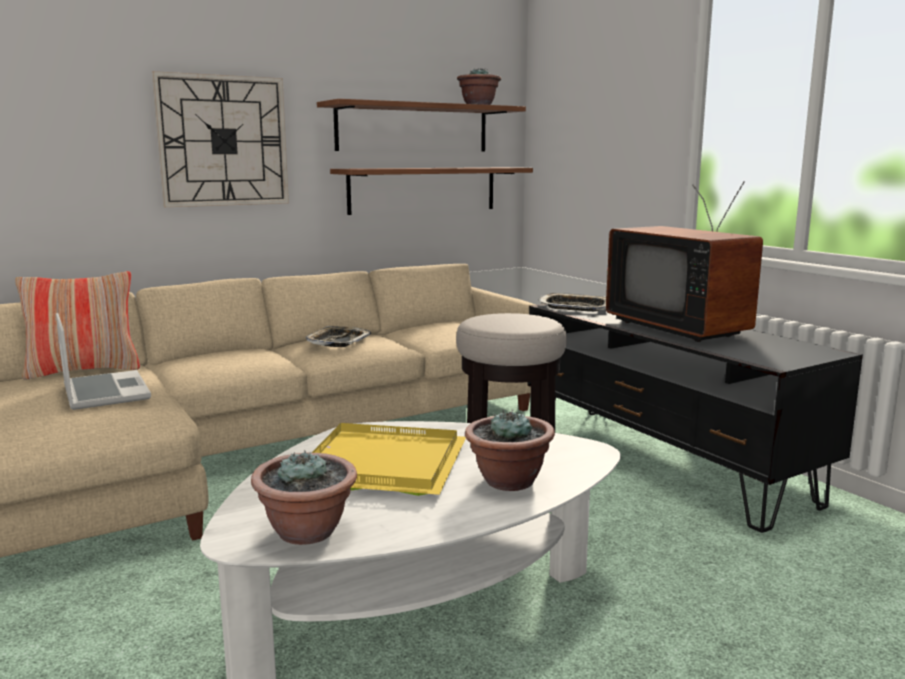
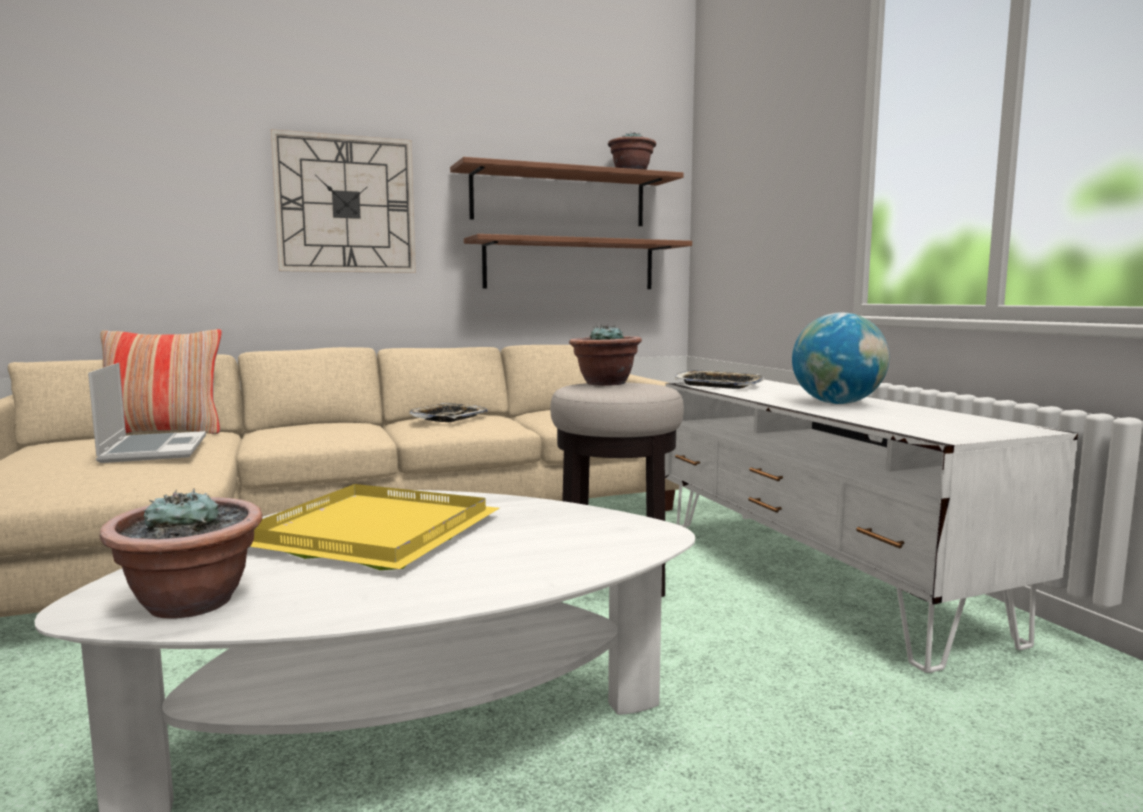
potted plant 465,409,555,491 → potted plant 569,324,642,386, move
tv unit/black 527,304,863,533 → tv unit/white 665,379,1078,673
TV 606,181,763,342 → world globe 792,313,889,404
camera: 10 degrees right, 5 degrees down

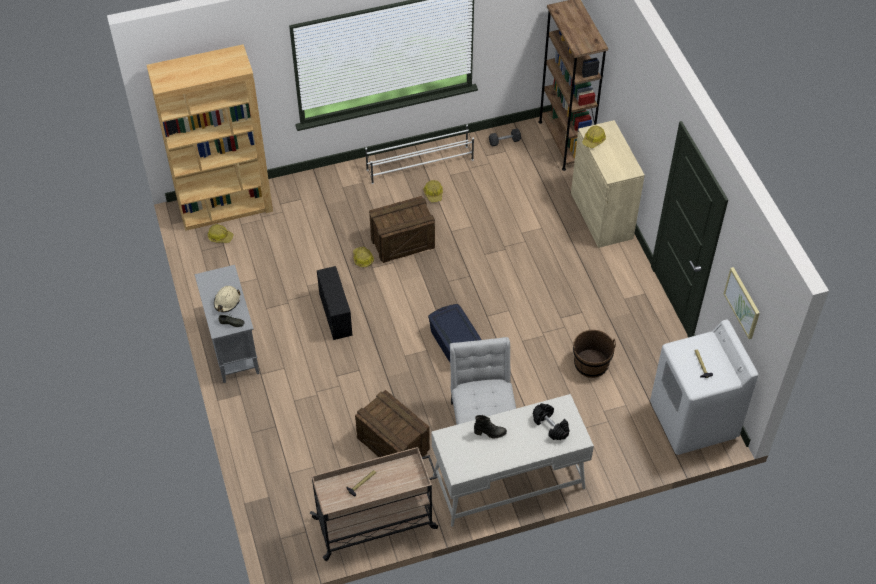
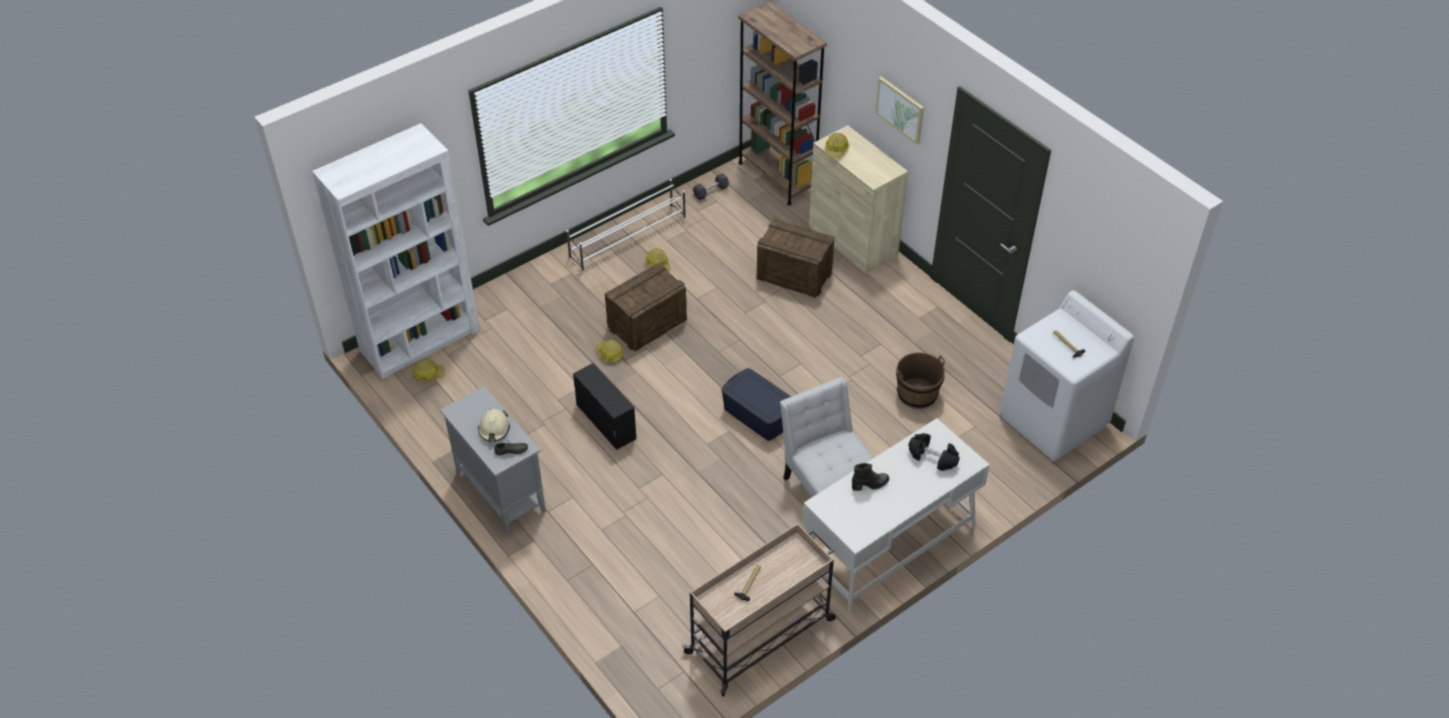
shelving unit/brown-coloured 147,44,273,231 → shelving unit/white 312,123,480,379
shipping crate 355,390,430,457 → shipping crate 757,219,834,298, move
picture 724,267,760,339 → picture 875,77,924,144, move
camera: 20 degrees left, 5 degrees down

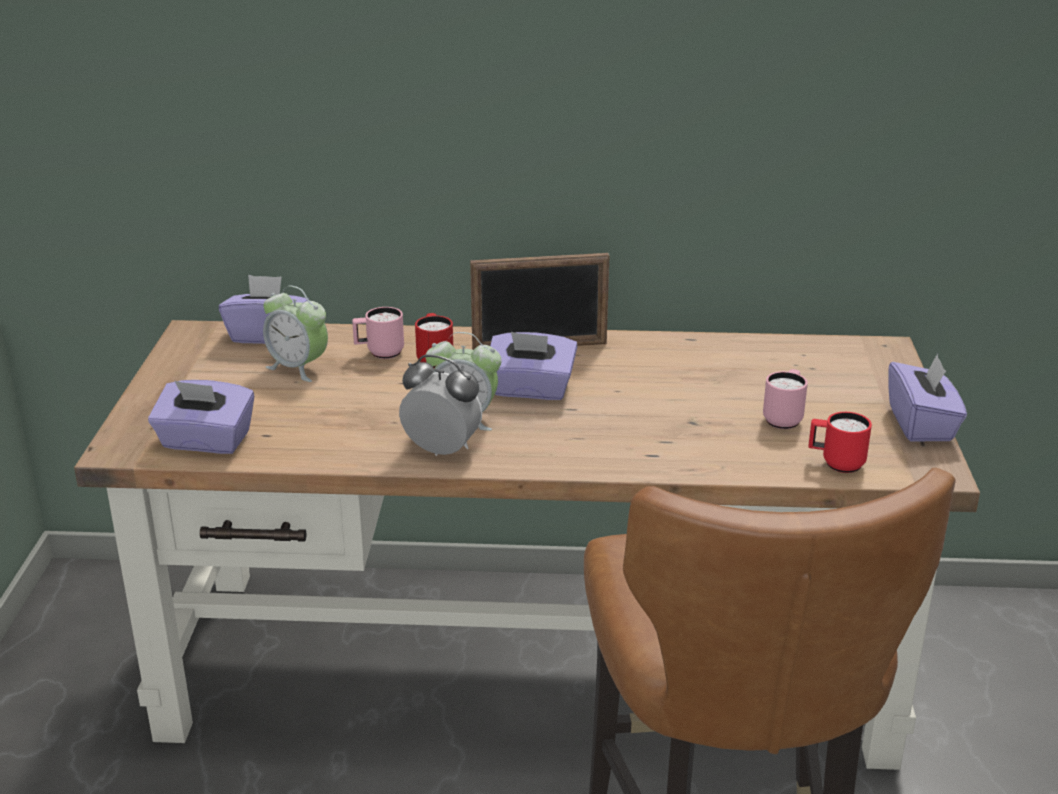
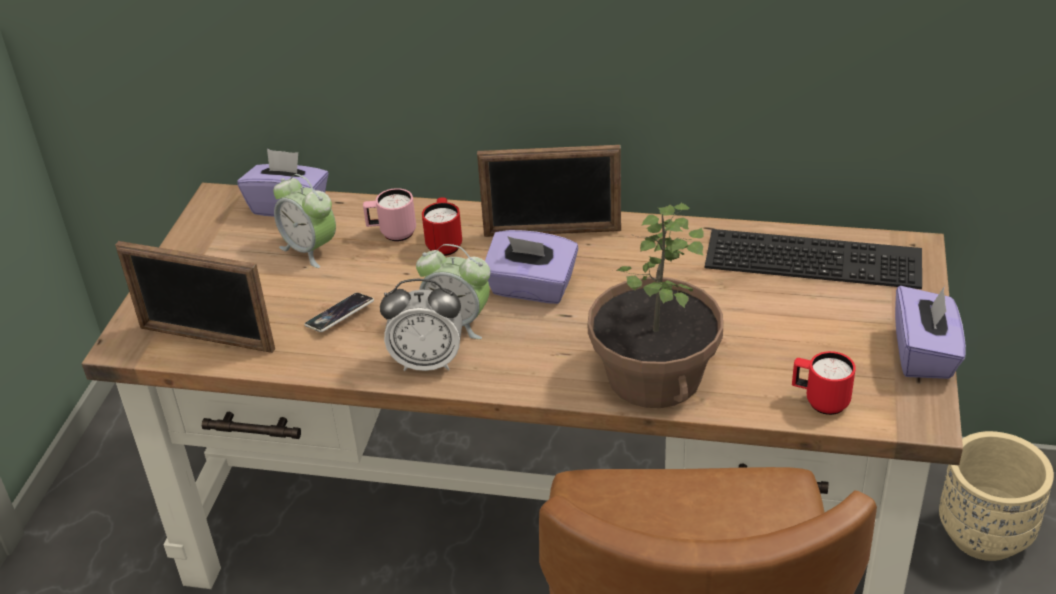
tissue box/purple 148,380,254,454 → picture frame 115,241,275,353
table clock 399,355,482,456 → table clock 380,279,462,371, 150 degrees clockwise
tea mug/pink-coloured 763,369,808,429 → -
- → phone 304,293,374,332
- → potted plant 588,203,723,408
- → keyboard 705,229,922,289
- → flower pot/sand-coloured 939,431,1054,561
camera: 10 degrees right, 10 degrees up

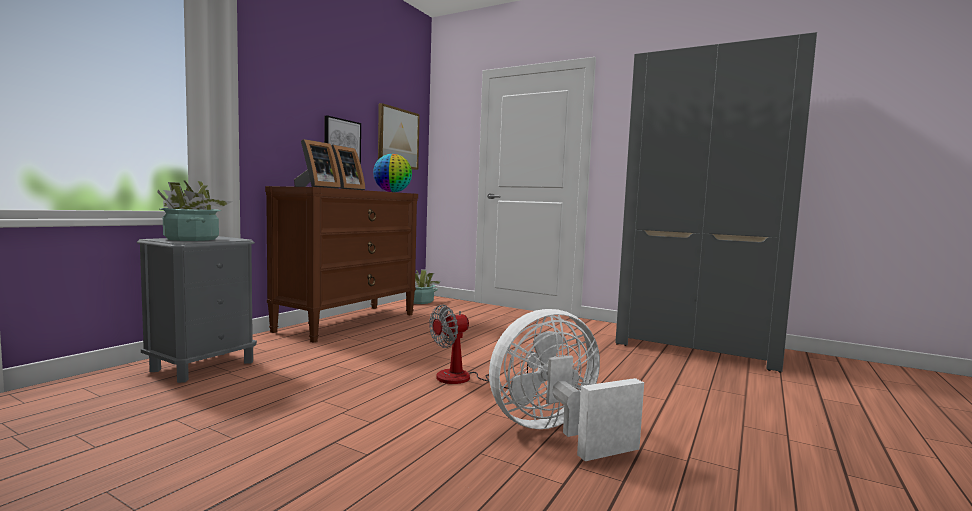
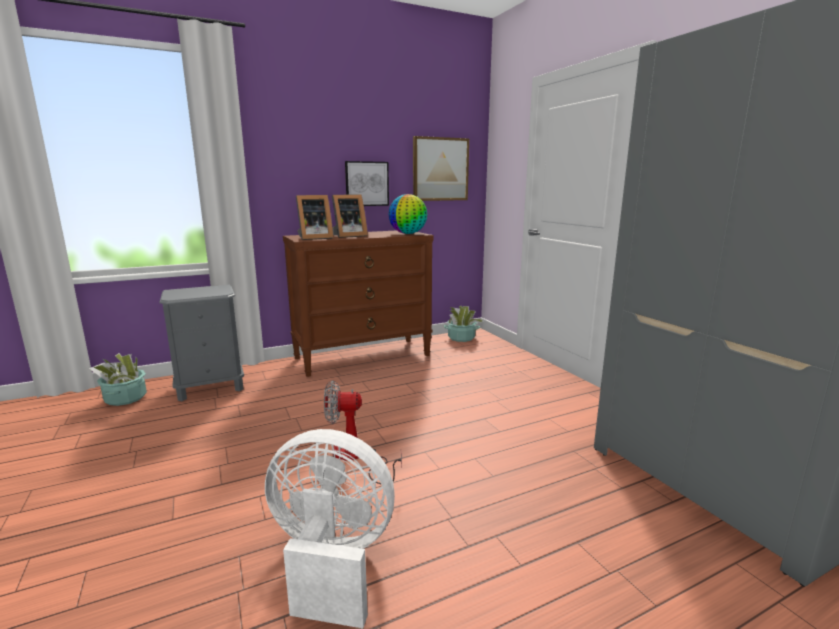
potted plant 158,181,232,241 → potted plant 89,353,147,406, move
camera: 35 degrees right, 10 degrees up

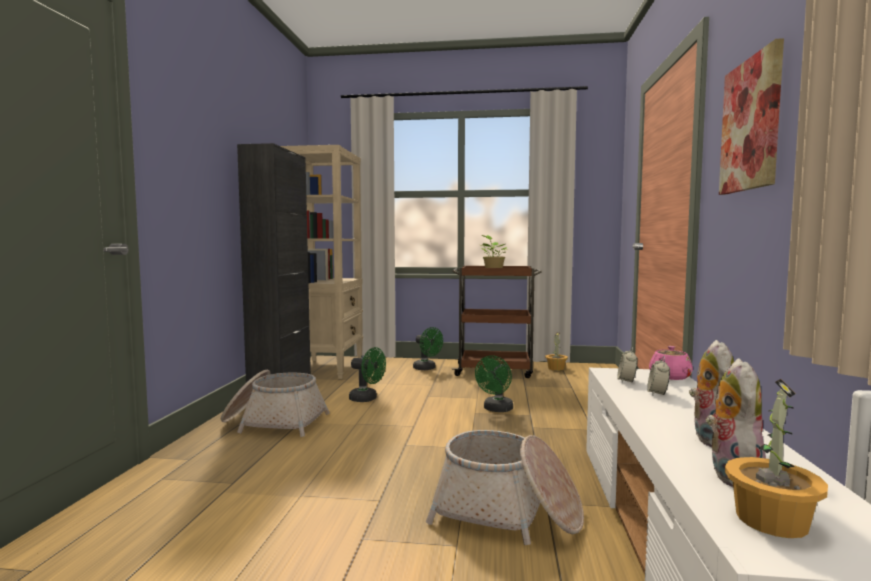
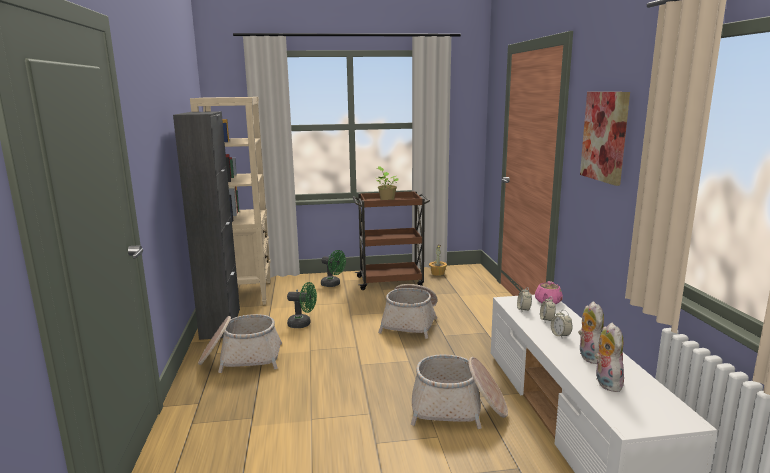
electric fan/green-coloured 475,356,513,412 → storage basket 378,284,437,339
potted plant 725,379,828,538 → -
- → table clock 551,310,572,338
camera: 15 degrees left, 10 degrees up

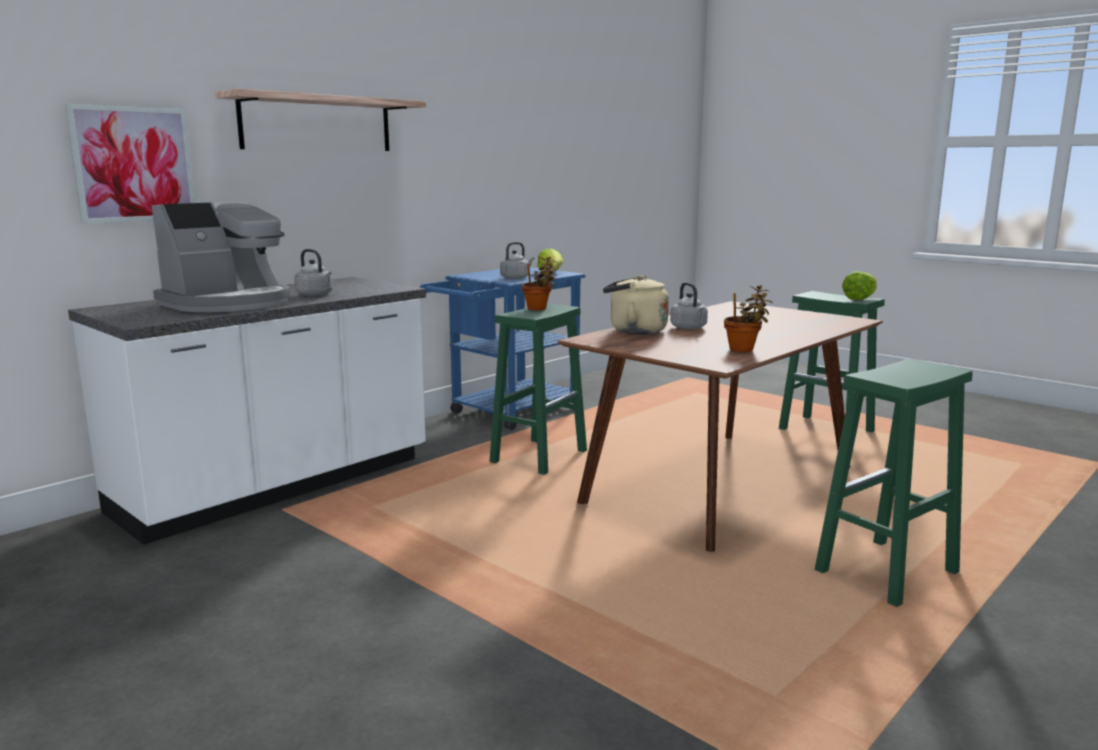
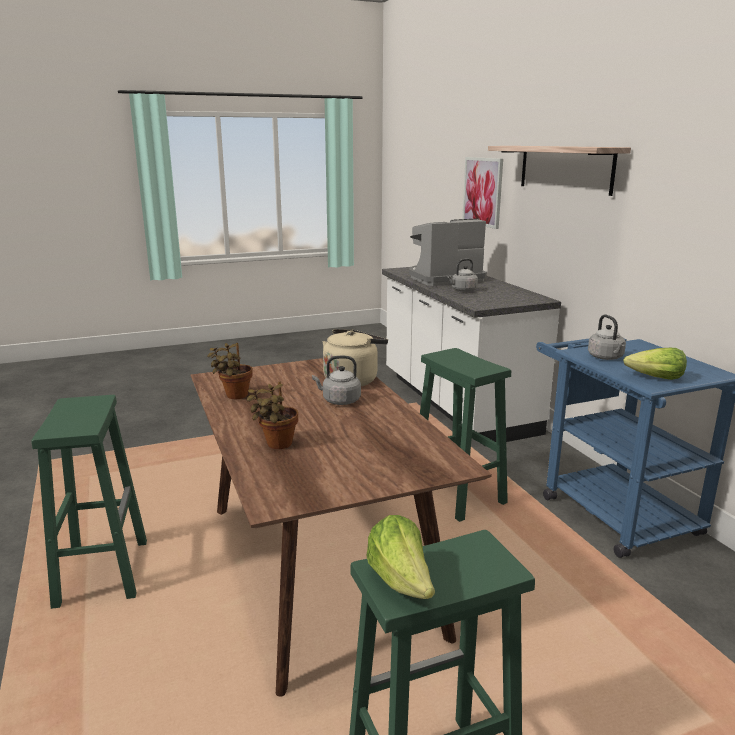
coffee brewer 151,201,290,312 → coffee brewer 409,218,487,286, 90 degrees clockwise
potted plant 522,257,557,310 → potted plant 247,382,298,449, move
camera: 115 degrees right, 5 degrees up

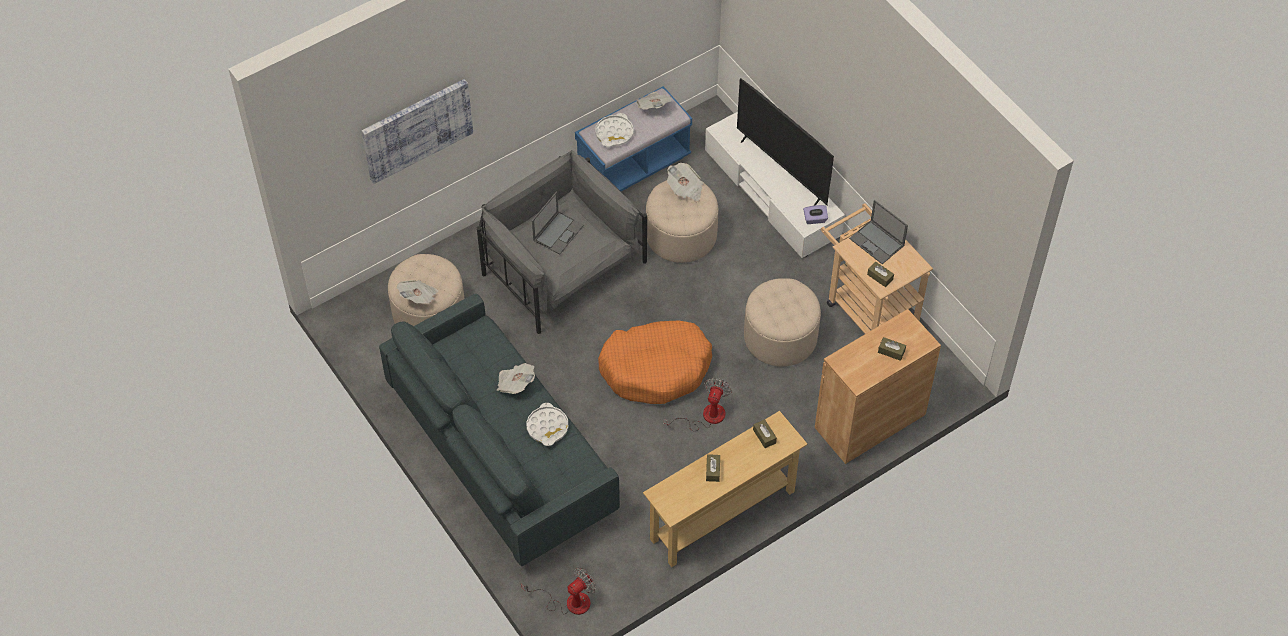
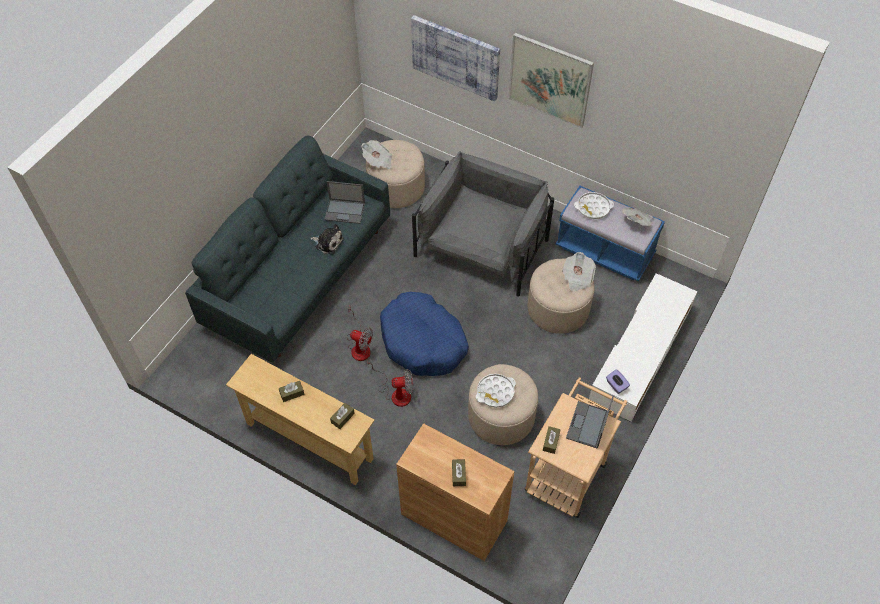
printed paper 497,363,535,394 → plush toy 310,224,344,255
electric fan 521,568,596,615 → electric fan 347,306,373,361, move
serving tray/white 526,403,569,446 → serving tray/white 476,374,516,408, move
notebook computer 532,191,584,254 → notebook computer 324,181,365,224, move
dog cushion/orange 598,321,712,404 → dog cushion/bluish 380,292,469,376
TV 737,78,834,206 → -
- → picture 508,33,594,128
camera: 65 degrees right, 0 degrees up

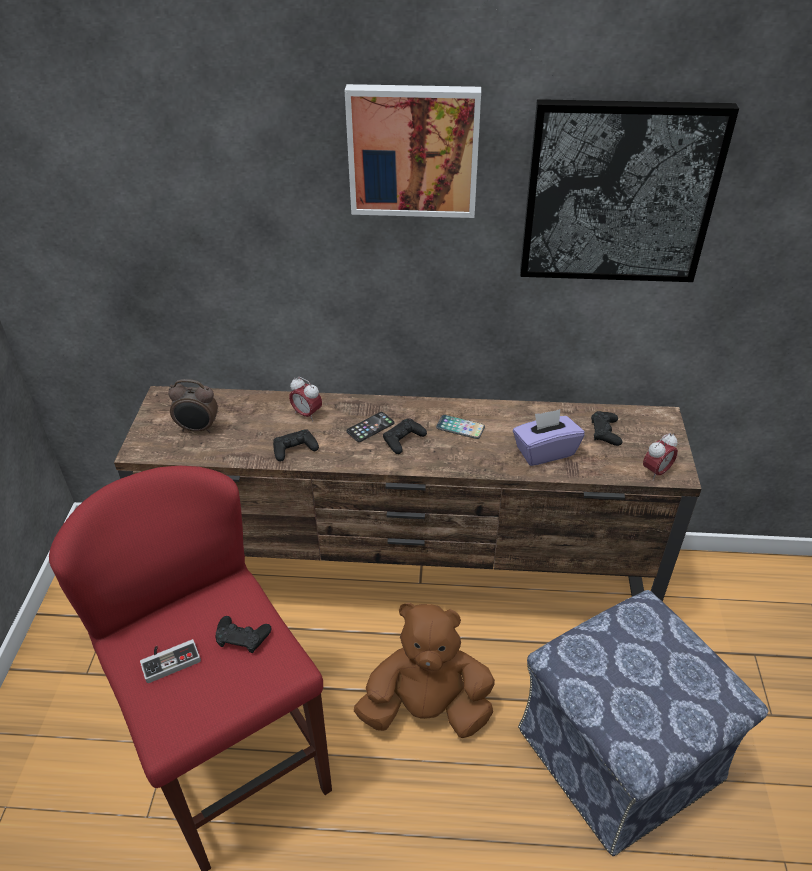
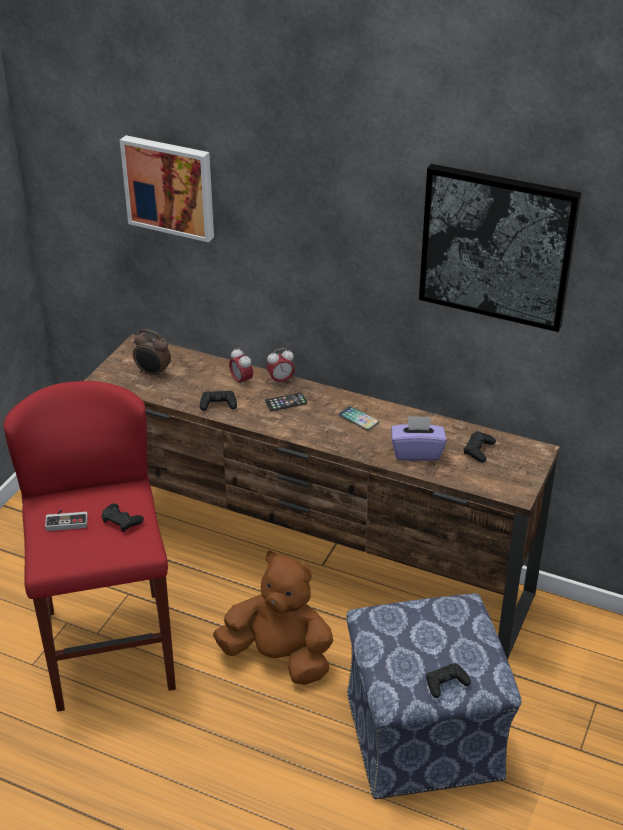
picture 345,84,481,218 → picture 120,135,214,242, move
game controller/black 383,418,427,454 → game controller/black 426,663,471,698, move
table clock 643,433,678,481 → table clock 267,348,295,385, move
camera: 20 degrees right, 5 degrees down

